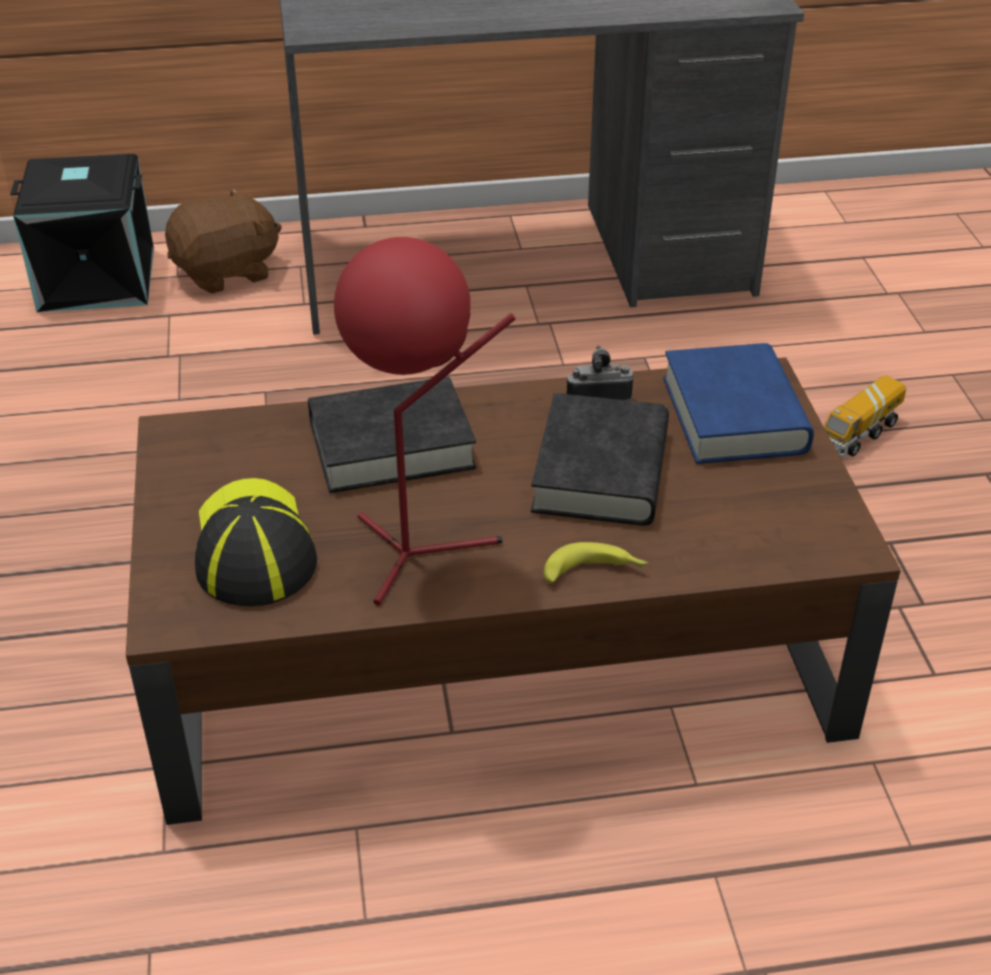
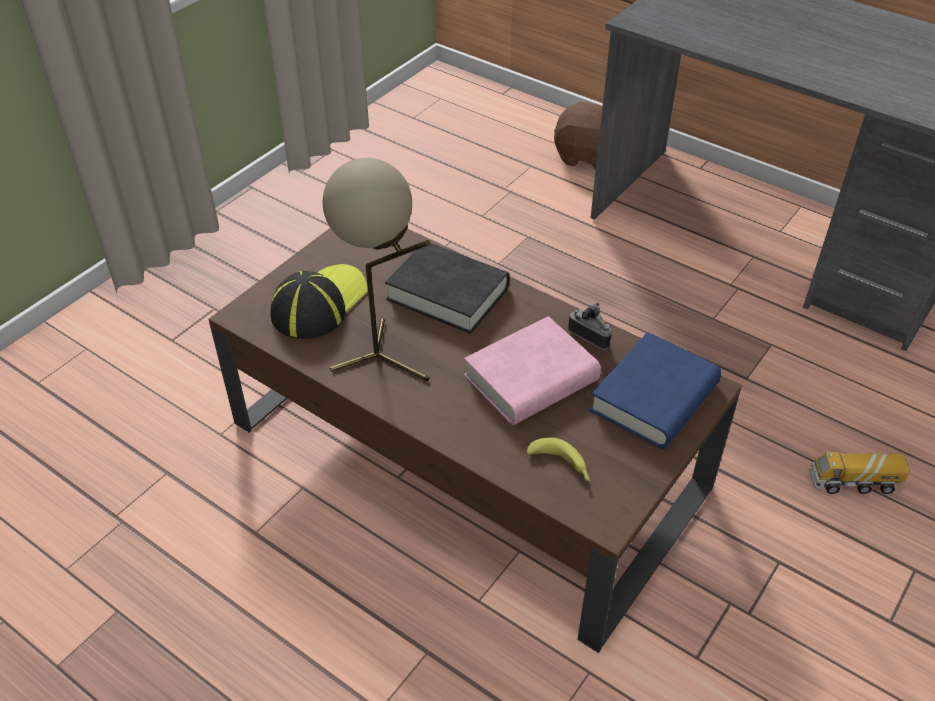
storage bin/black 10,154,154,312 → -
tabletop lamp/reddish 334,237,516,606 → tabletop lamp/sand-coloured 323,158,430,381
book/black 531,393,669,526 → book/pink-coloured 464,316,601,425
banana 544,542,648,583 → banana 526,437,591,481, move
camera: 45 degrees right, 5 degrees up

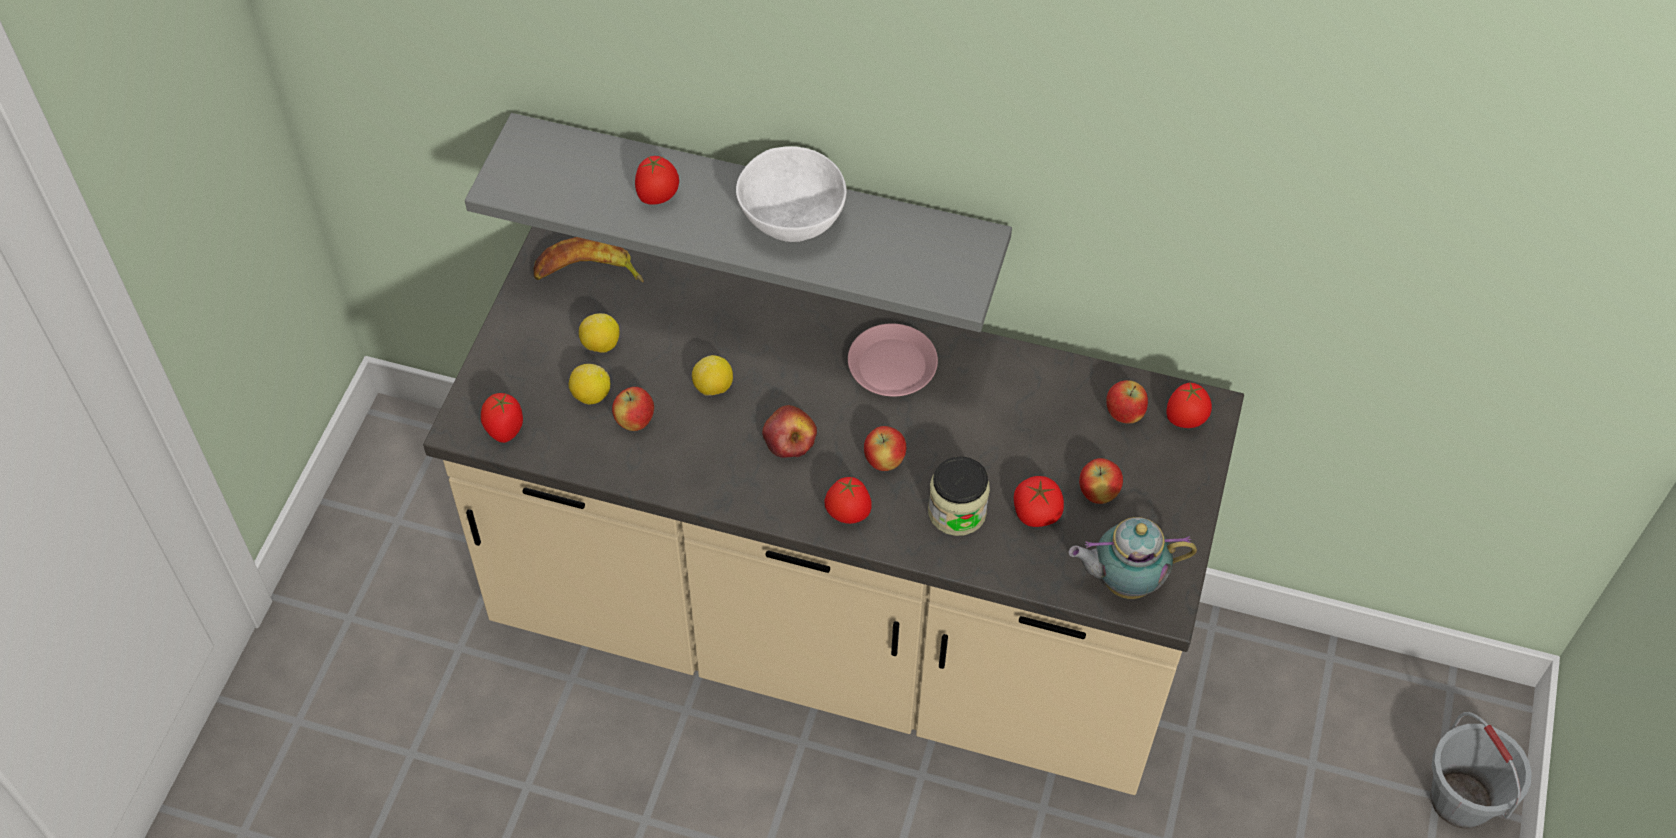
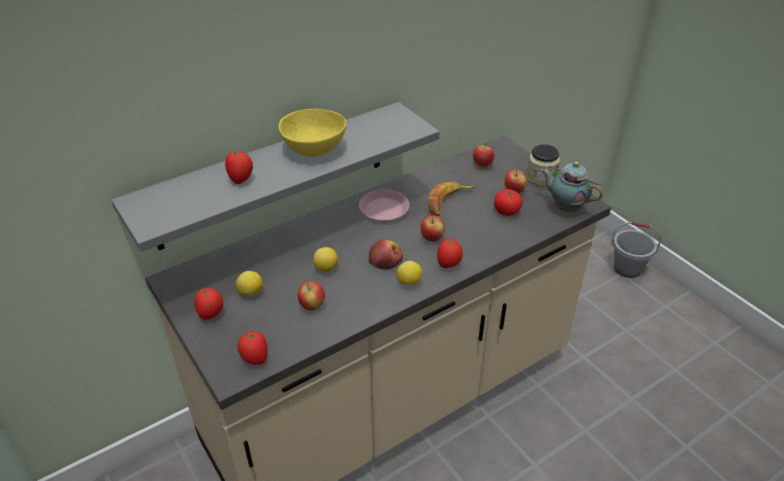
banana 534,237,644,283 → banana 428,182,476,216, move
citrus fruit 569,364,610,404 → citrus fruit 396,261,422,285, move
serving bowl/white 736,146,847,242 → serving bowl/yellow 279,109,346,157
storage jar 928,457,990,536 → storage jar 527,144,560,186, move
teapot 1069,517,1197,599 → teapot 540,161,603,212, 90 degrees clockwise
whole tomato 1166,383,1212,428 → whole tomato 195,287,223,320, move
camera: 50 degrees left, 15 degrees down

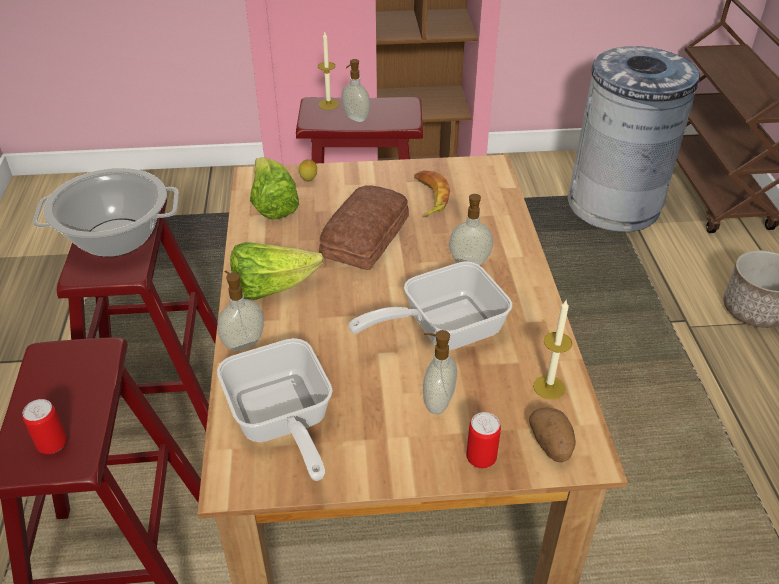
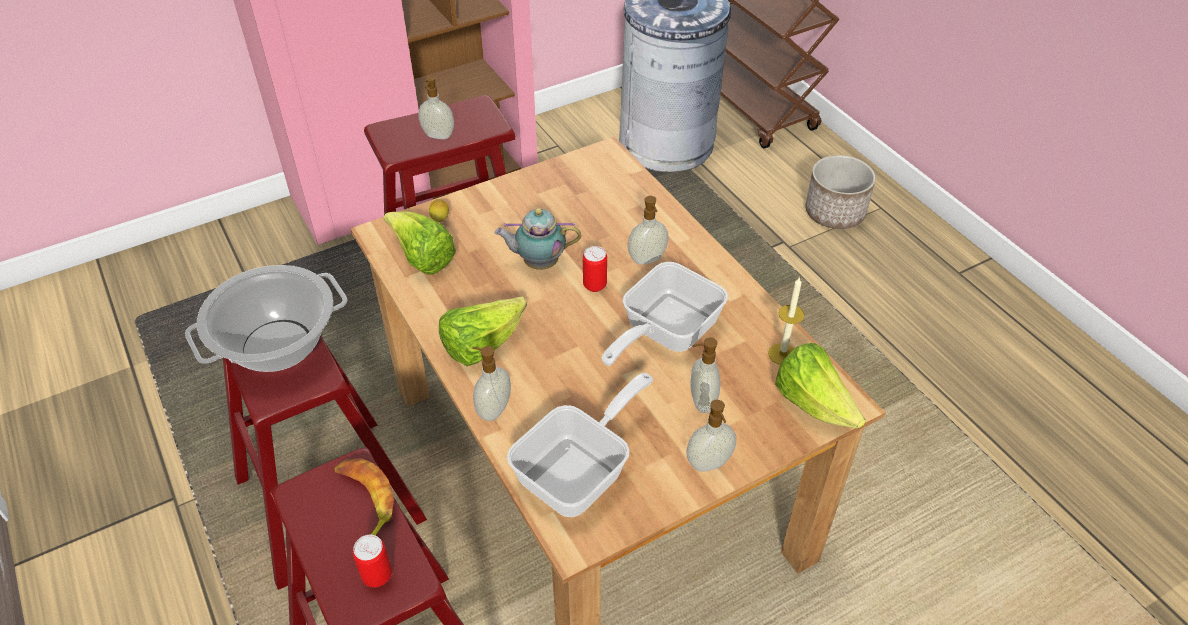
frying pan 217,338,333,481 → frying pan 507,373,654,517, 90 degrees counterclockwise
wax light 318,32,339,110 → -
baked bread 319,185,409,270 → teapot 494,208,581,270
banana 414,170,450,218 → banana 334,458,394,536, move
sealed can 467,412,501,468 → sealed can 583,246,607,292, move
whole potato 529,407,576,462 → lettuce 775,343,866,429
- → soap dispenser 686,400,736,472
camera: 25 degrees left, 5 degrees up

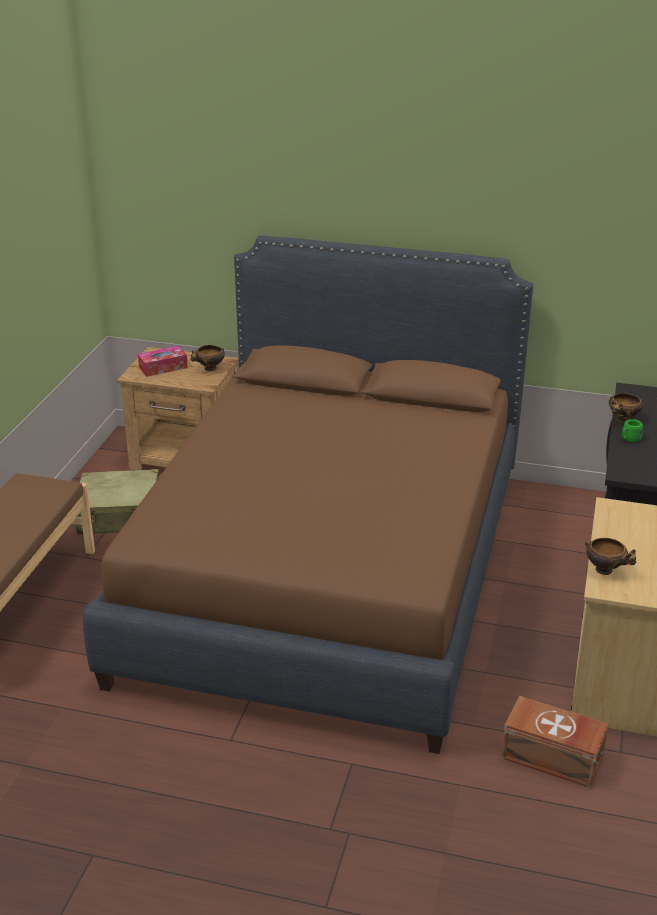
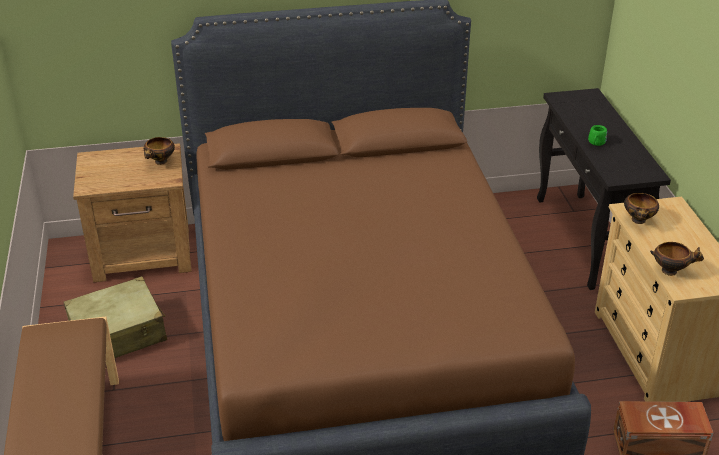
tissue box 138,346,188,377 → -
serving bowl 609,393,643,423 → serving bowl 624,193,659,224, move
camera: 25 degrees left, 5 degrees up

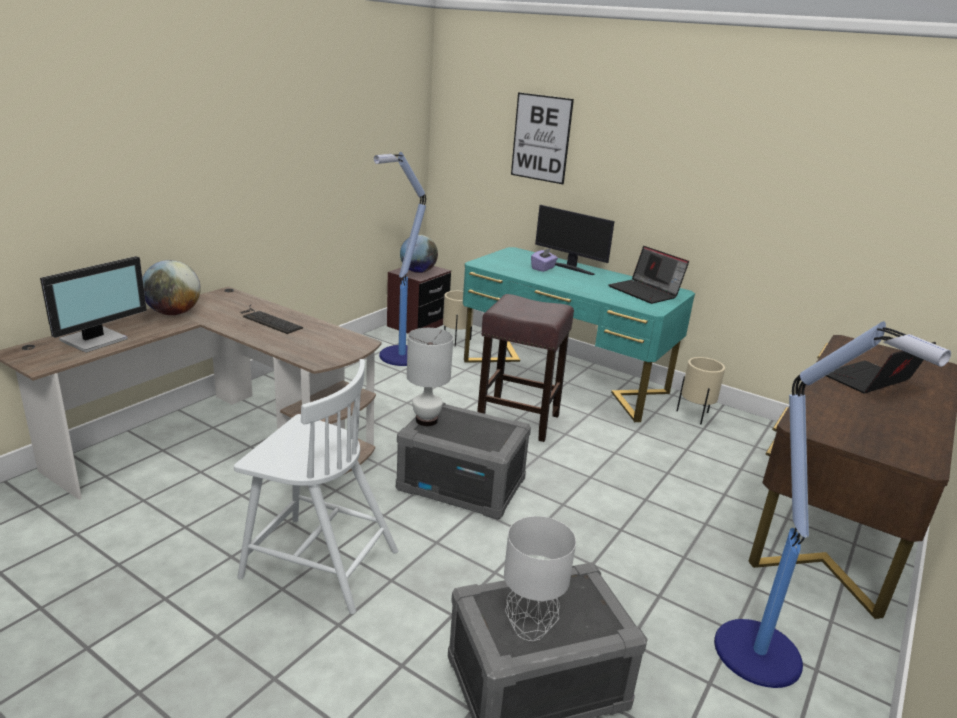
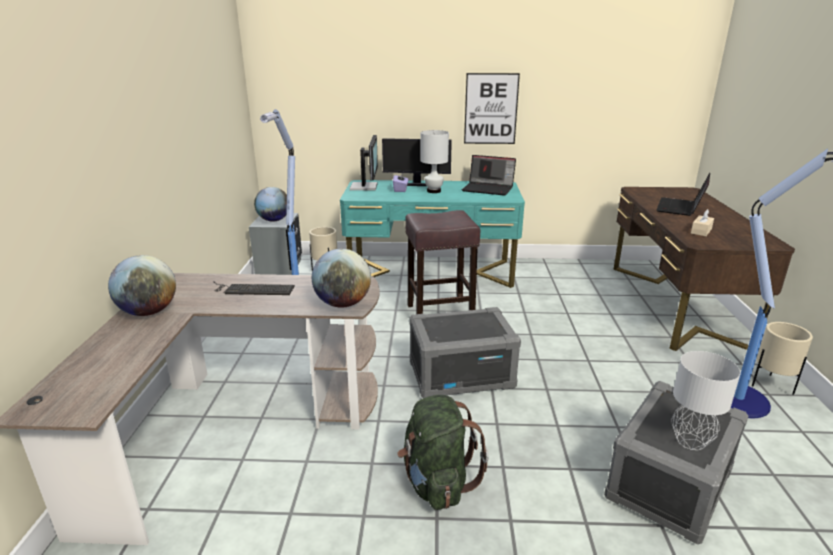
computer screen 40,256,147,353 → computer screen 350,135,378,190, move
upright chair/white 234,359,398,614 → knapsack/green-coloured 397,395,489,510
bedside table/brown-coloured 387,266,451,333 → bedside table/gray 249,213,302,275
tabletop lamp/white 407,328,453,426 → tabletop lamp/white 421,130,449,193, move
picture 511,92,574,184 → picture 464,73,520,144, move
flower pot/sand-coloured 677,357,725,425 → flower pot/sand-coloured 752,322,813,395, move
- → world globe 312,249,371,308
- → tissue box/sand-coloured 691,209,714,236
camera: 30 degrees left, 0 degrees up

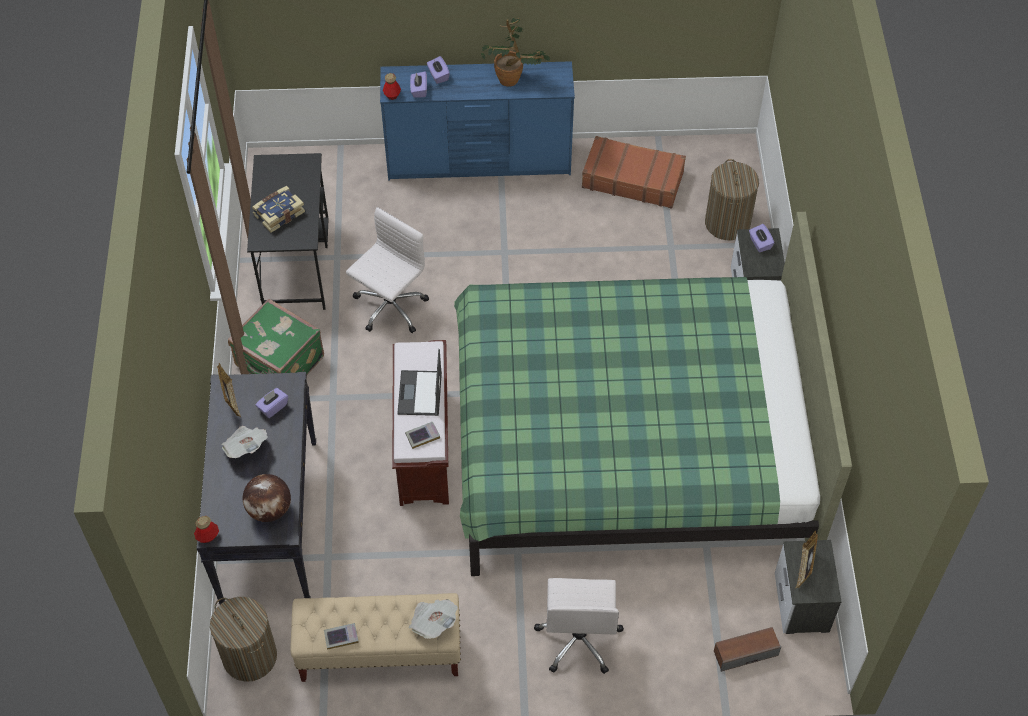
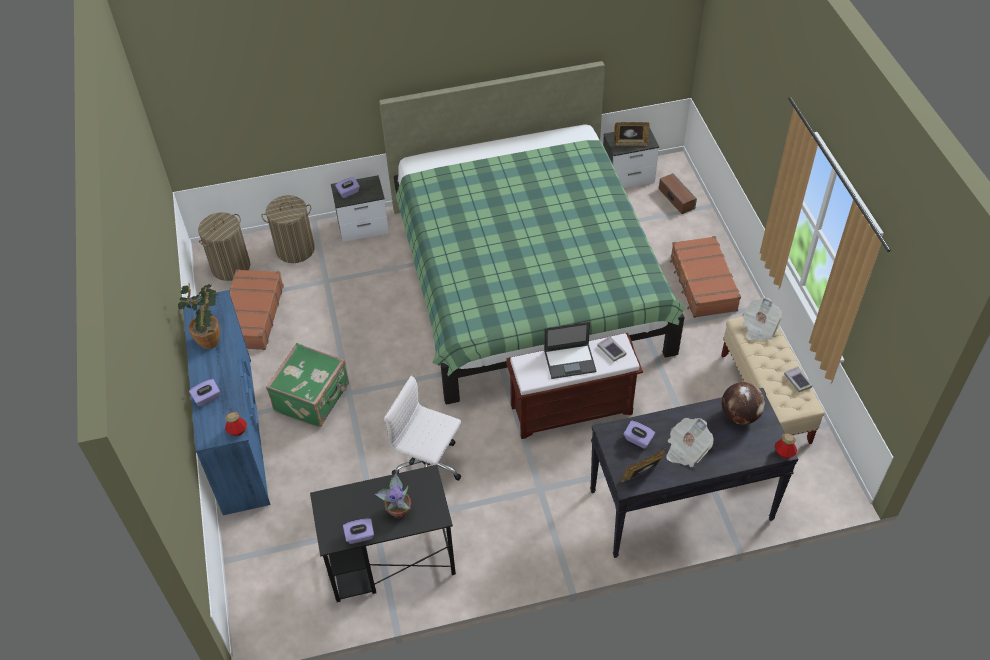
laundry basket 210,597,277,681 → laundry basket 198,212,250,281, move
suitcase/green-coloured 228,298,324,375 → suitcase/green-coloured 266,343,349,427, move
book 252,186,305,233 → potted plant 375,472,411,518
tissue box/purple 410,71,427,98 → tissue box/purple 343,519,374,544, move
office chair/white 534,578,624,674 → suitcase/brown-coloured 670,236,741,318
camera: 100 degrees left, 5 degrees down

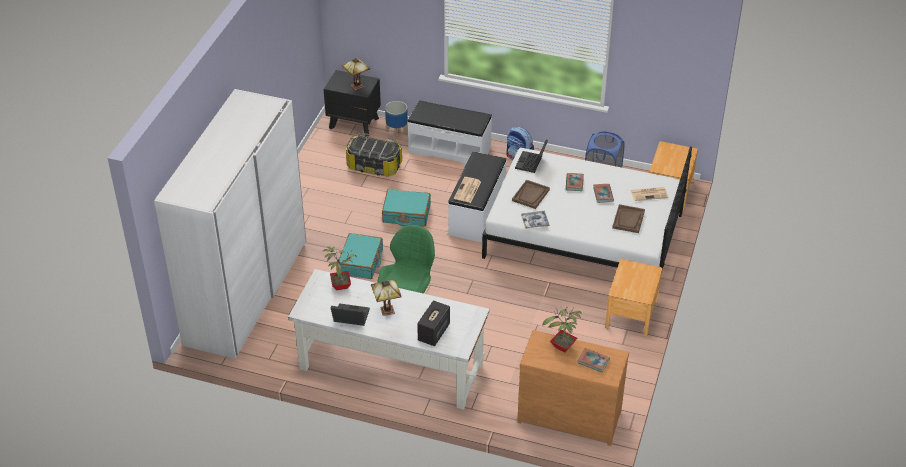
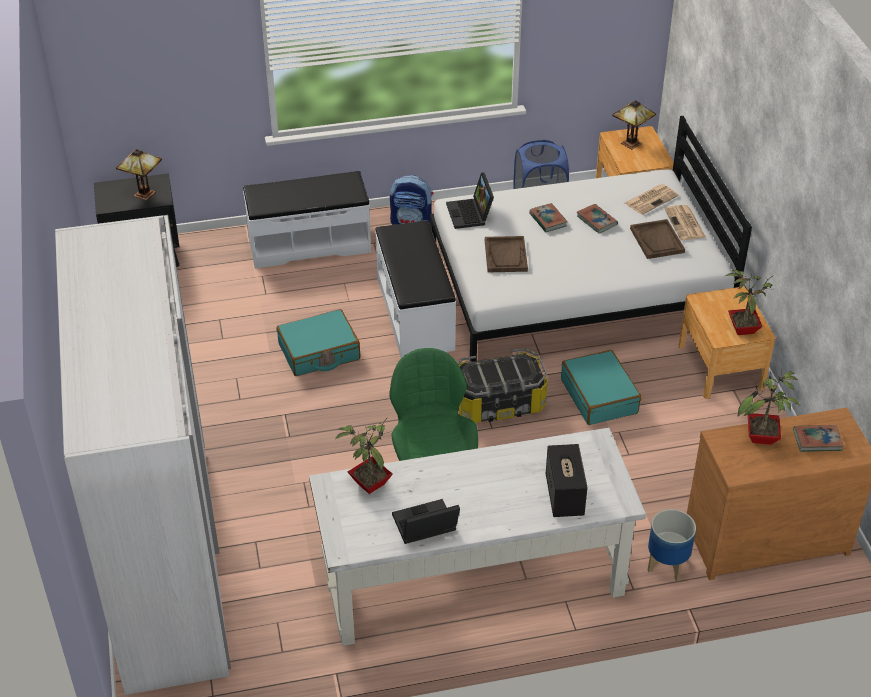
suitcase/turquoise-coloured 339,233,383,279 → suitcase/turquoise-coloured 561,350,641,425, move
storage bin 346,133,402,177 → storage bin 458,348,548,423, move
tabletop lamp 371,280,402,316 → tabletop lamp 612,100,656,150, move
flower pot 385,101,408,139 → flower pot 648,509,696,581, move
printed paper 454,177,481,203 → printed paper 664,205,706,240, move
serving tray 521,211,550,229 → -
- → potted plant 726,270,773,335
camera: 30 degrees left, 0 degrees up

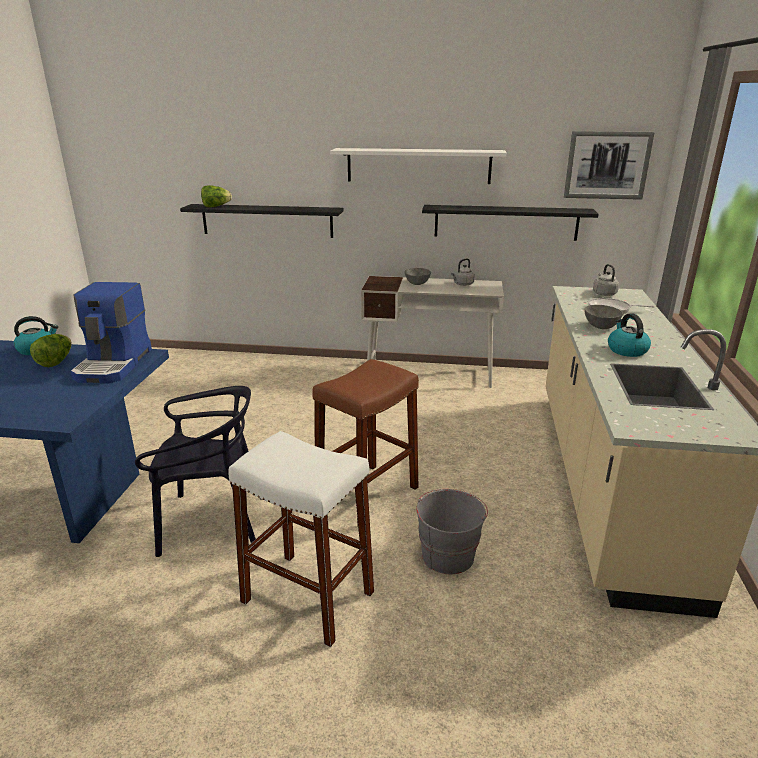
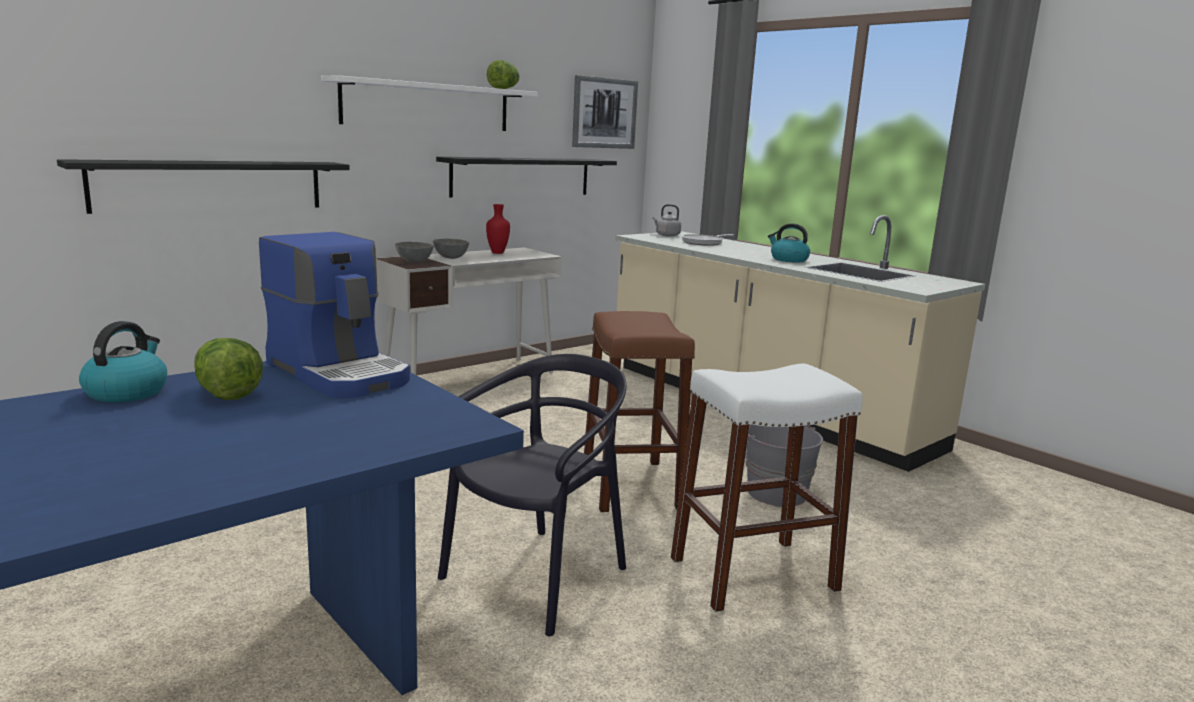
lettuce 201,185,232,207 → lettuce 487,60,520,89, move
kettle/gray 451,259,475,286 → vase/reddish 486,204,510,254
serving bowl/gray 584,305,623,329 → serving bowl/gray 395,242,434,263, move
camera: 50 degrees left, 10 degrees down

